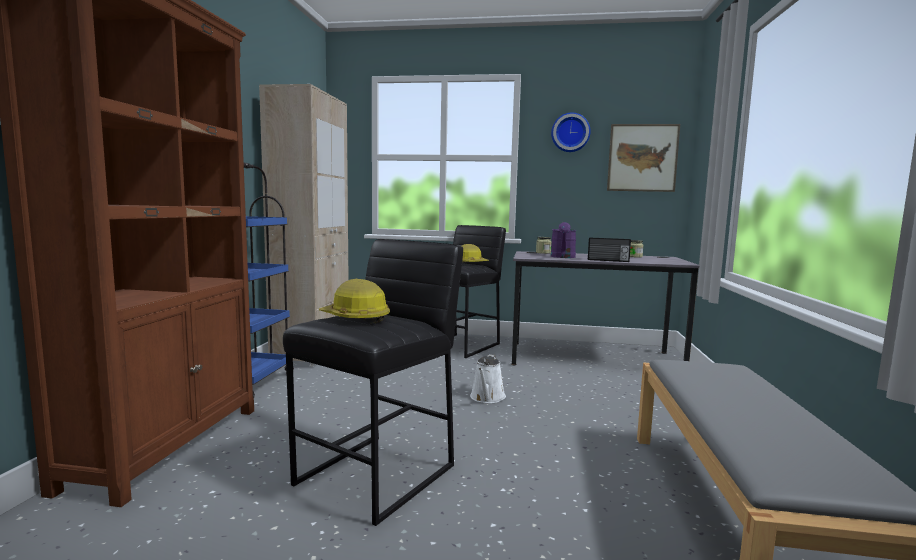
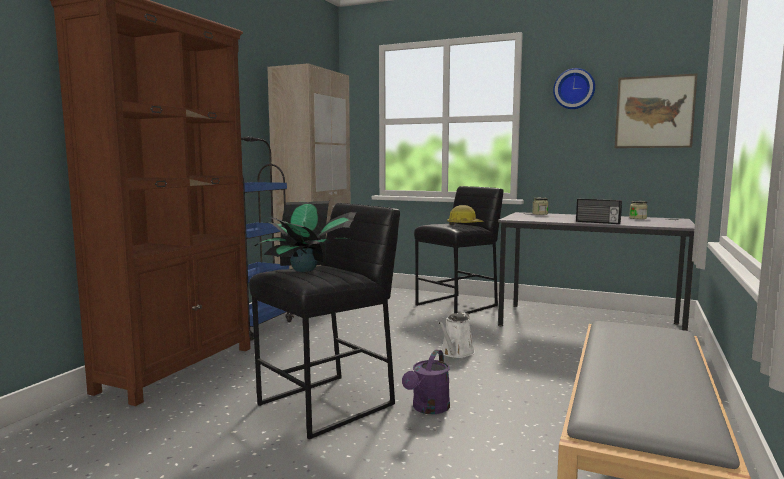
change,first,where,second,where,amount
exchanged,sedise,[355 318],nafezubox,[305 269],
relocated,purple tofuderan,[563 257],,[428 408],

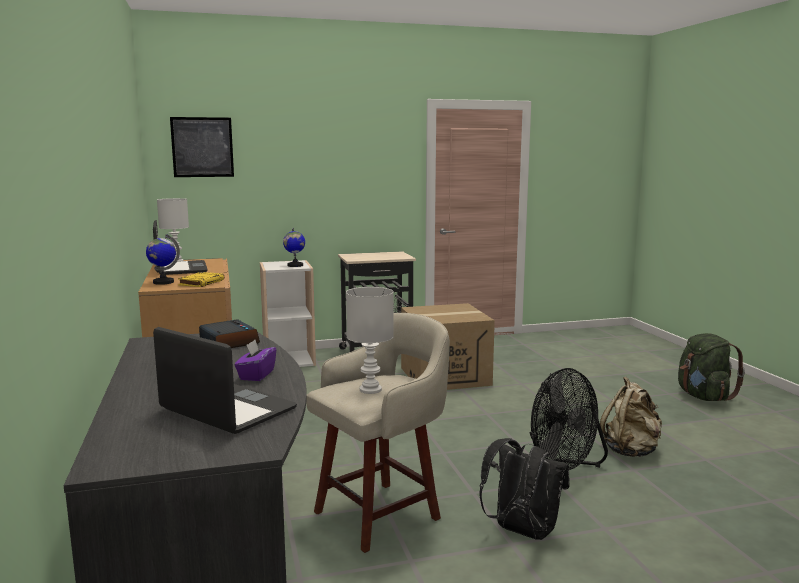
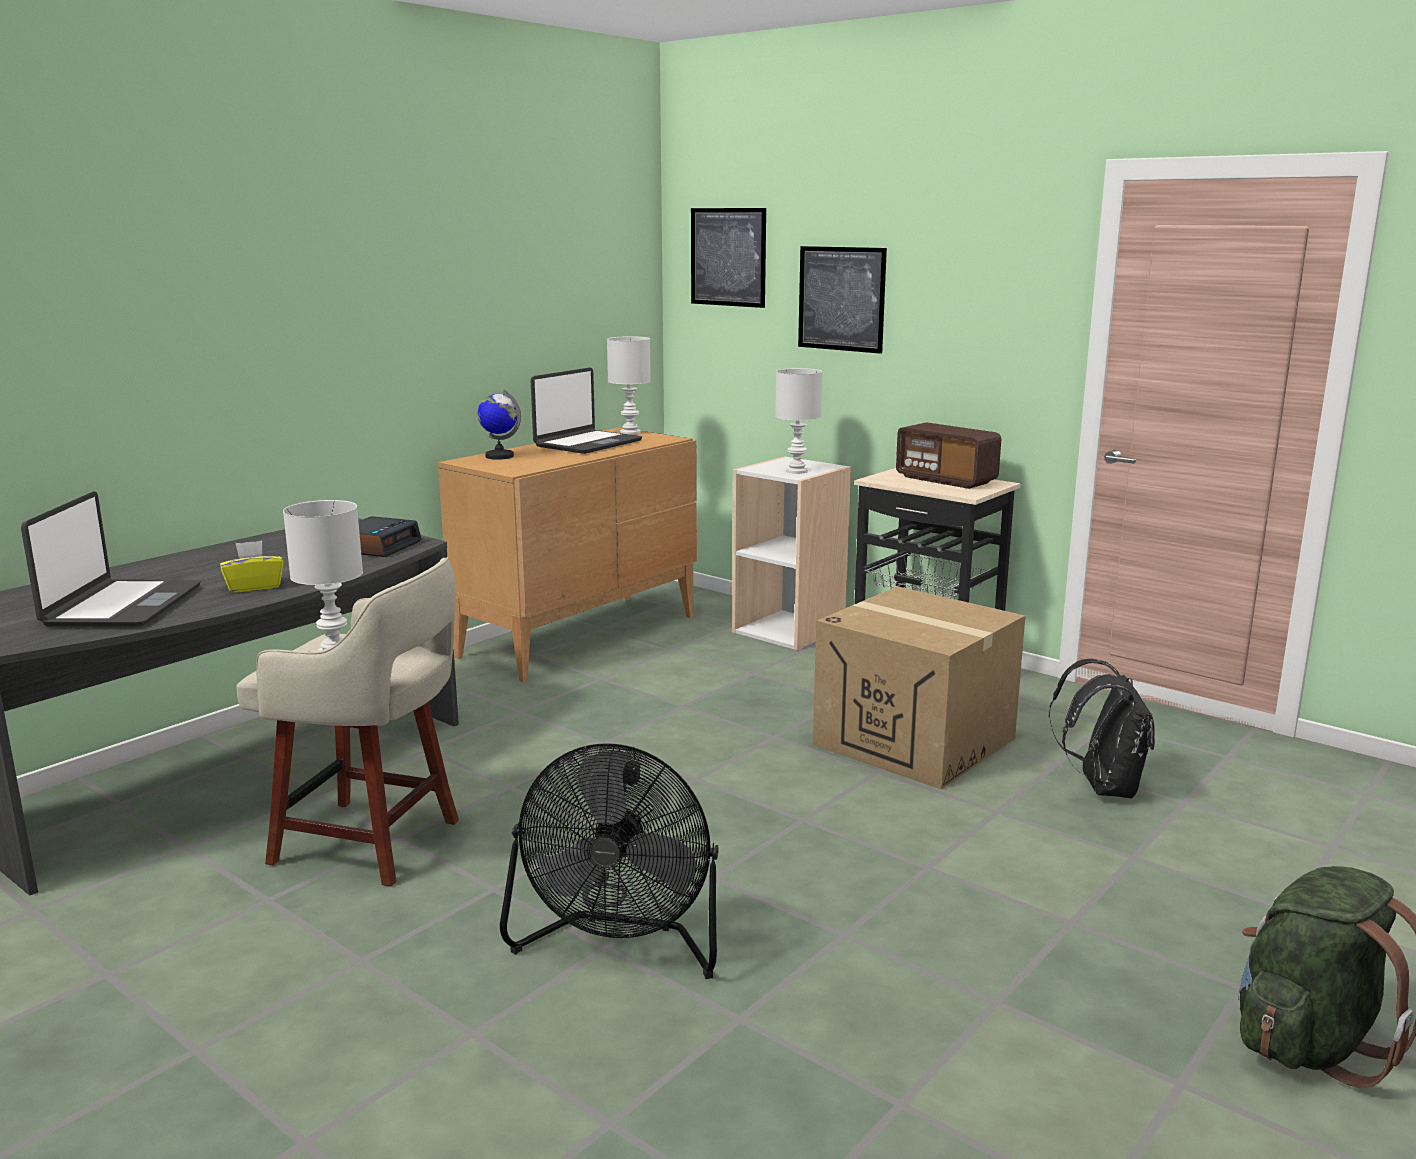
change,first,where,second,where,amount
colour,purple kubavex,[256 375],yellow kubavex,[254 586],
exchanged,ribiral,[295 265],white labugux,[797 471],
appeared,,,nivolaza,[841 299],
appeared,,,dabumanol,[946 480],
relocated,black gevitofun,[521 531],,[1102 787],
missing,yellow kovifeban,[201 282],,,
missing,beige gevitofun,[631 451],,,

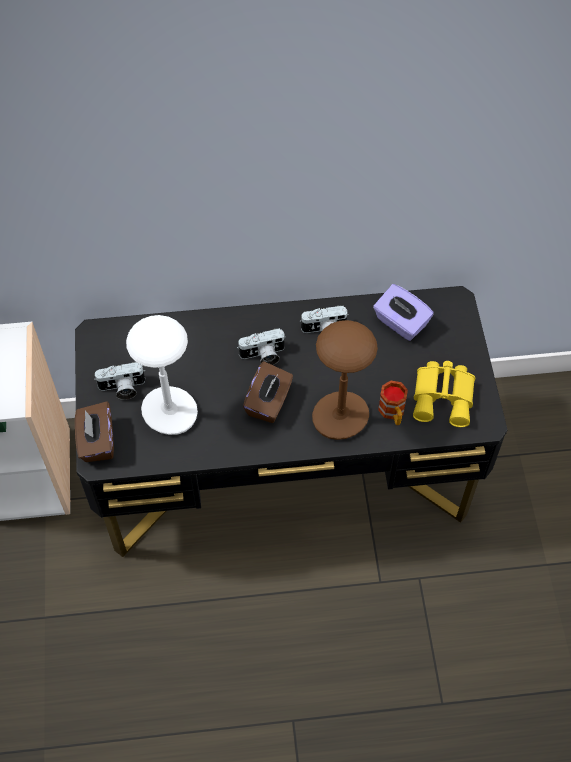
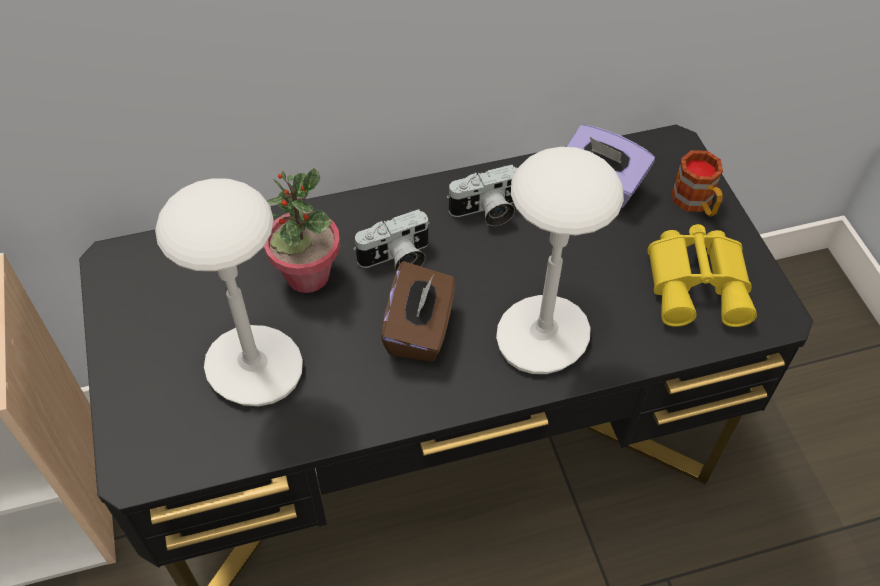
change,first,where,second,where,amount
appeared,,,nafezubox,[307 275],
colour,brown labugux,[340 417],white labugux,[542 338],
relocated,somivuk,[393 413],,[696 203],
missing,brown kubavex,[97 442],,,
missing,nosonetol,[122 388],,,

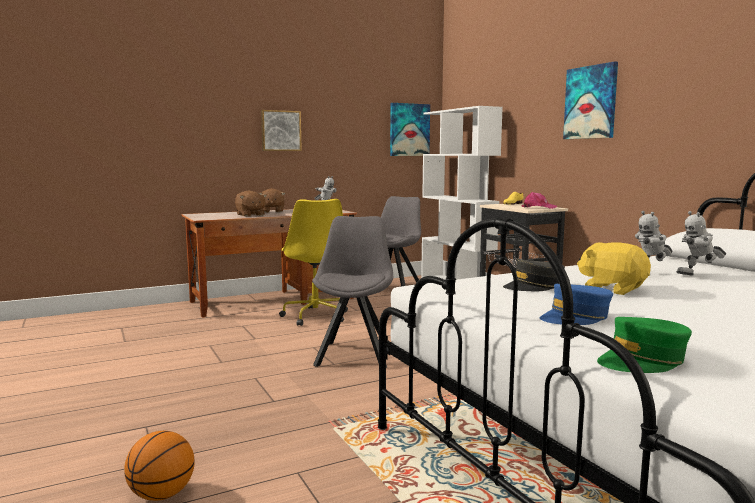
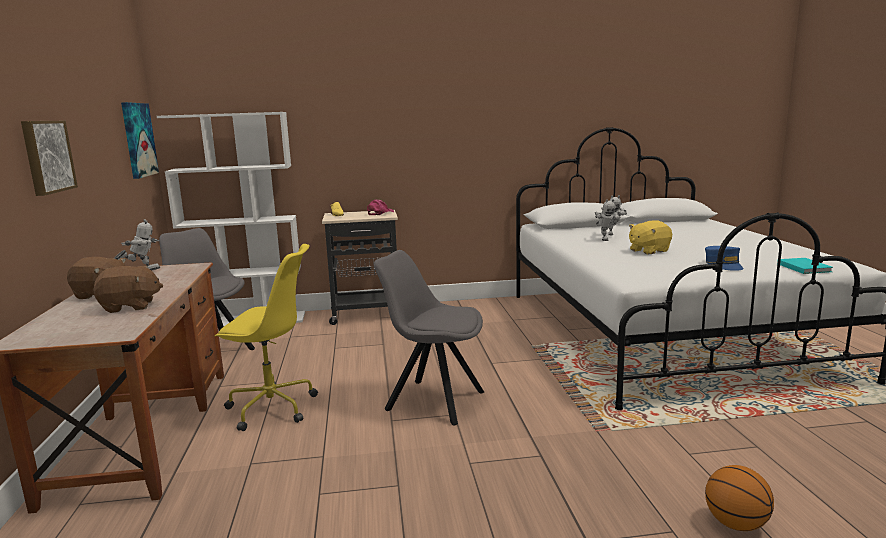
change,first,where,second,where,amount
exchanged,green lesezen,[642 360],turquoise kovifeban,[803 267],
missing,grey lesezen,[534 286],,,
missing,nivolaza,[591 102],,,

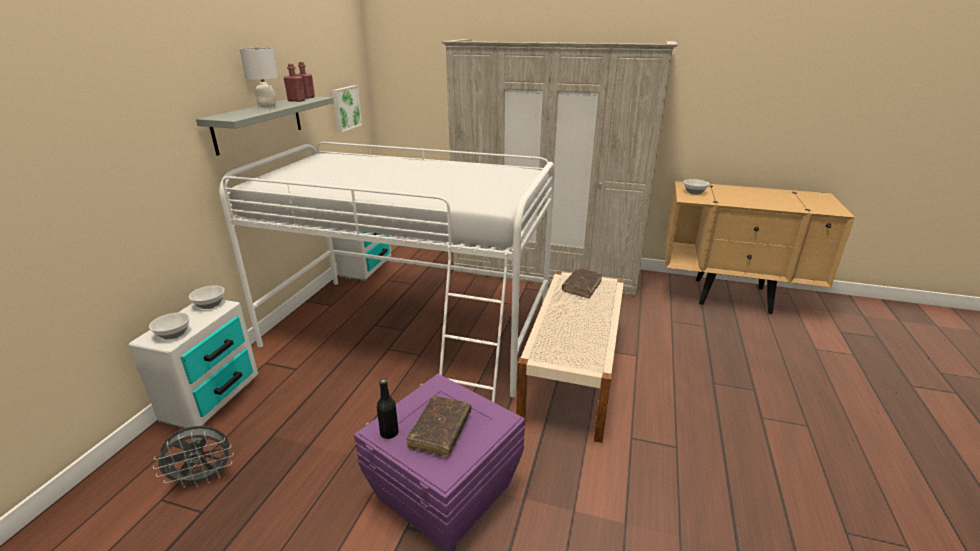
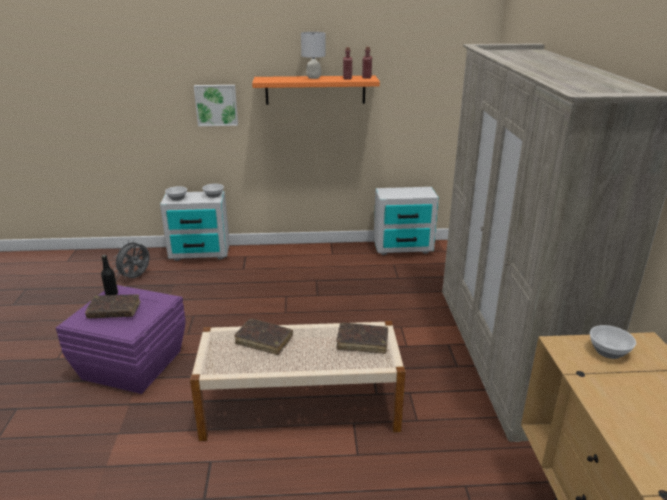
change,first,where,second,where,amount
spun,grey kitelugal,[204 478],,[136 277],75 degrees clockwise
relocated,nivolaza,[345 108],,[216 105],
appeared,,,brown kovifeban,[264 341],
colour,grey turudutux,[259 123],orange turudutux,[315 90],
missing,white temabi,[411 332],,,

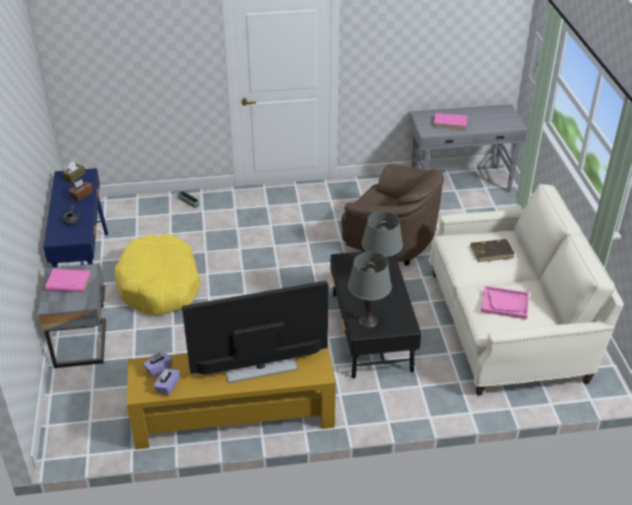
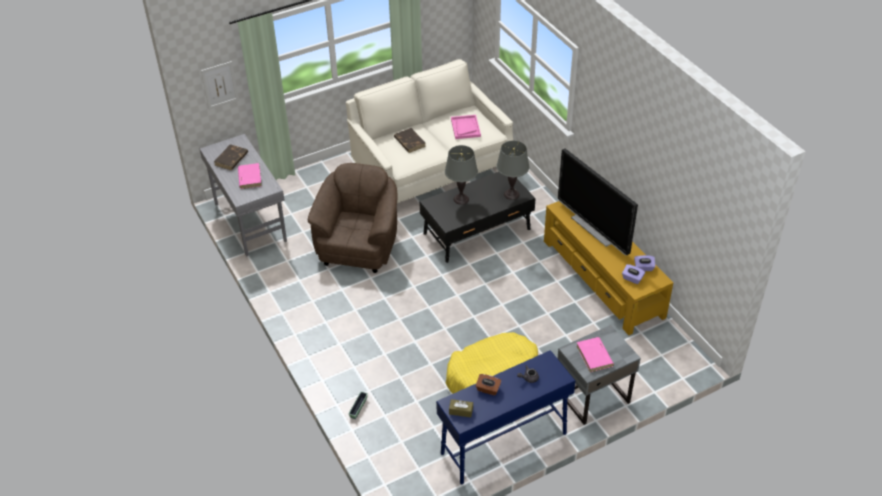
change,first,where,second,where,amount
appeared,,,brown kovifeban,[231 159],

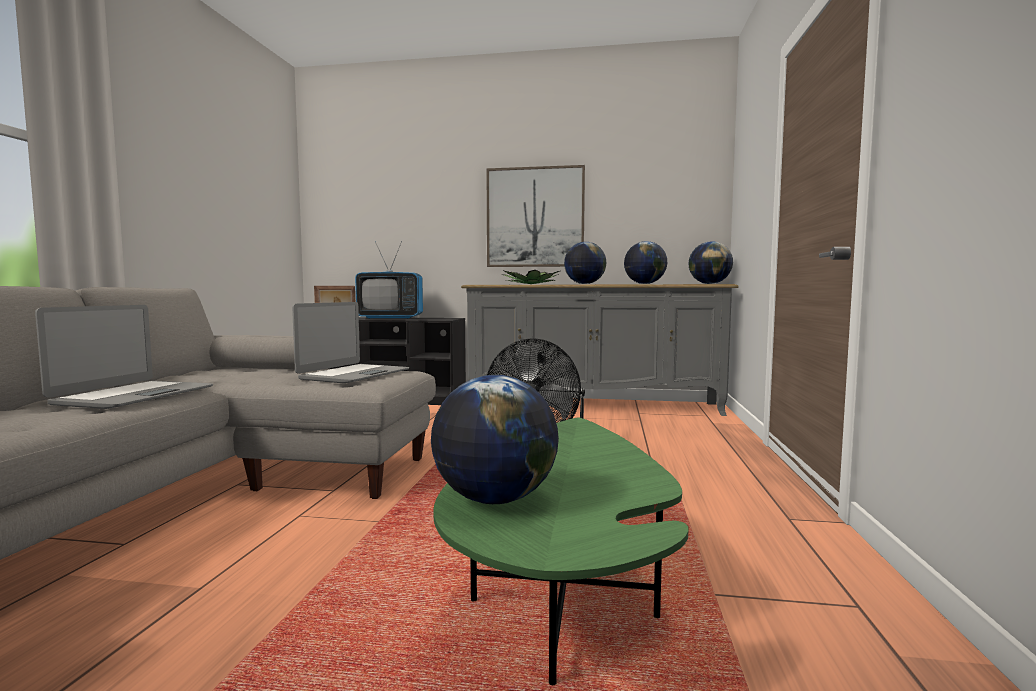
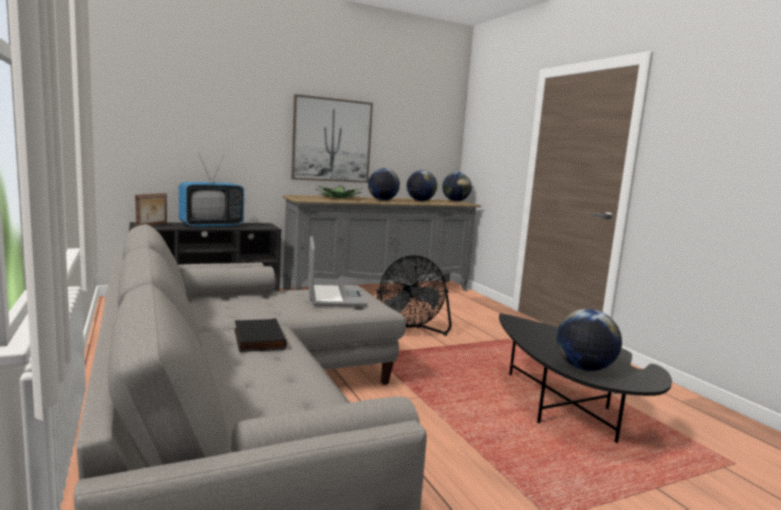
change,first,where,second,where,amount
exchanged,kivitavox,[134 396],black kovifeban,[257 339],
colour,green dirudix,[562 597],black dirudix,[565 411],

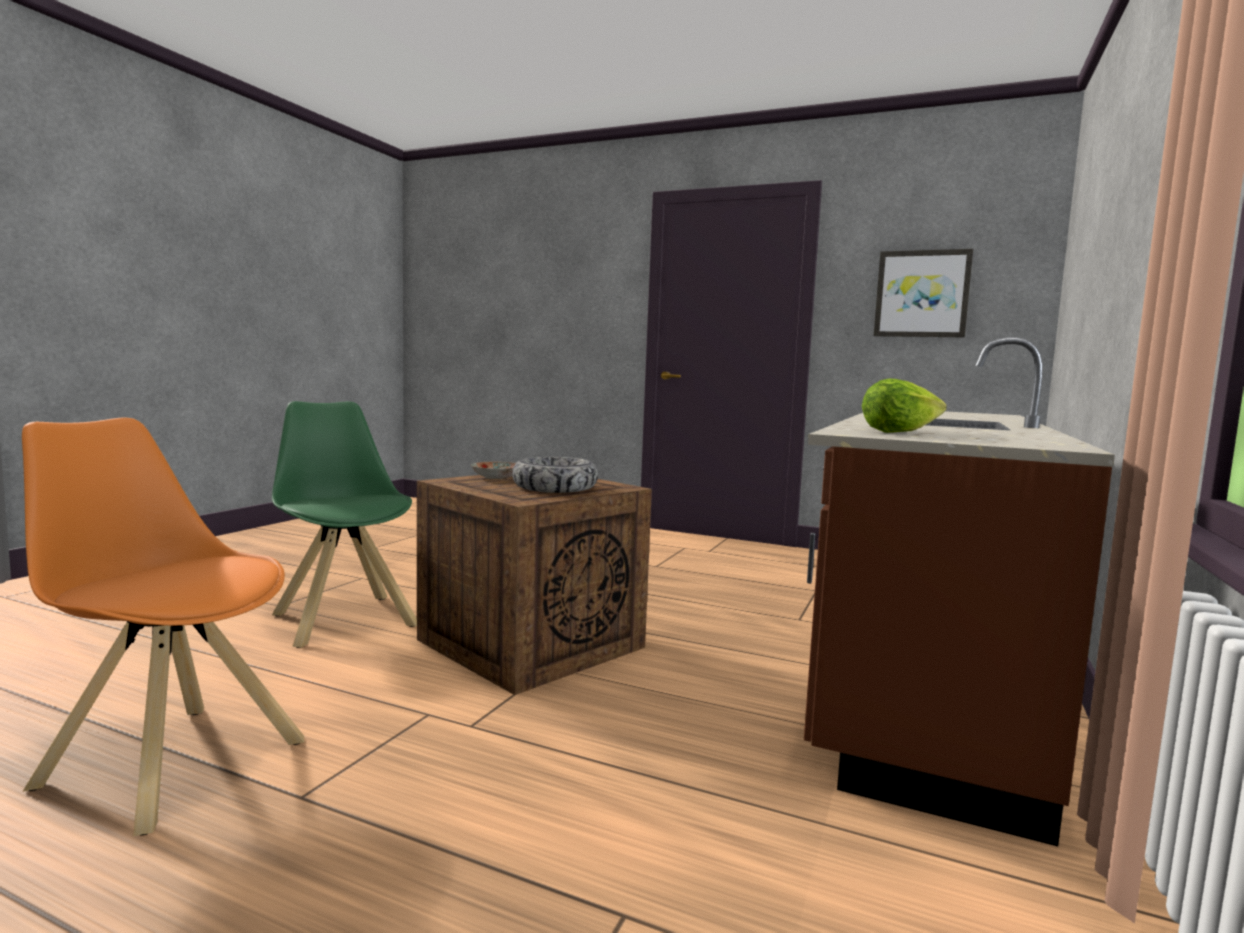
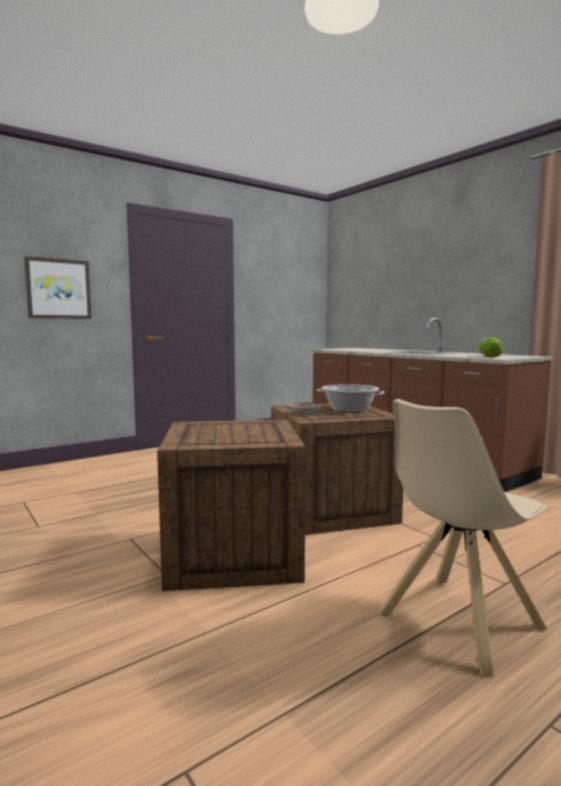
change,first,where,second,where,amount
relocated,nivolaza,[922 294],,[58 289],
exchanged,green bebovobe,[344 618],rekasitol,[231 553],
exchanged,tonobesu,[555 488],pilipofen,[350 410],
colour,orange bebovobe,[169 761],beige bebovobe,[456 621],

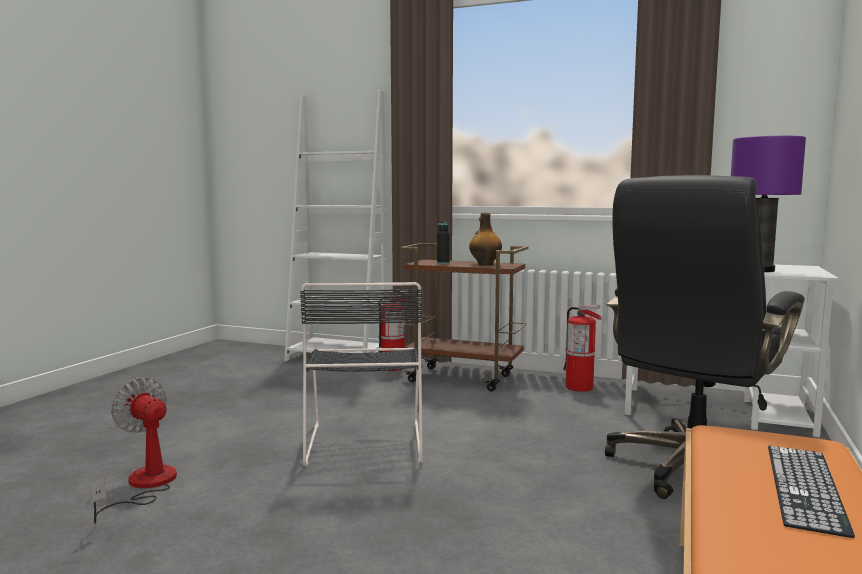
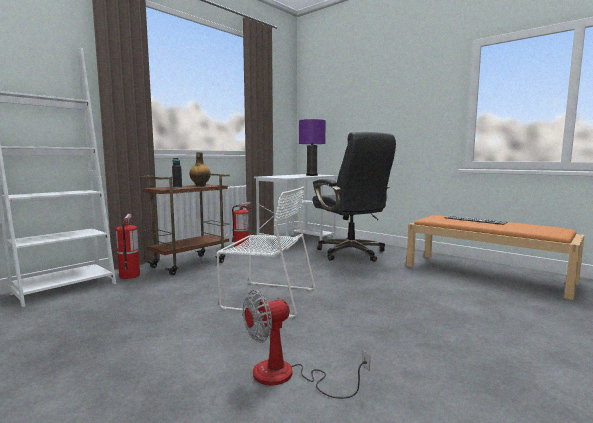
change,first,where,second,where,amount
colour,black bebovobe,[365 440],white bebovobe,[266 298],

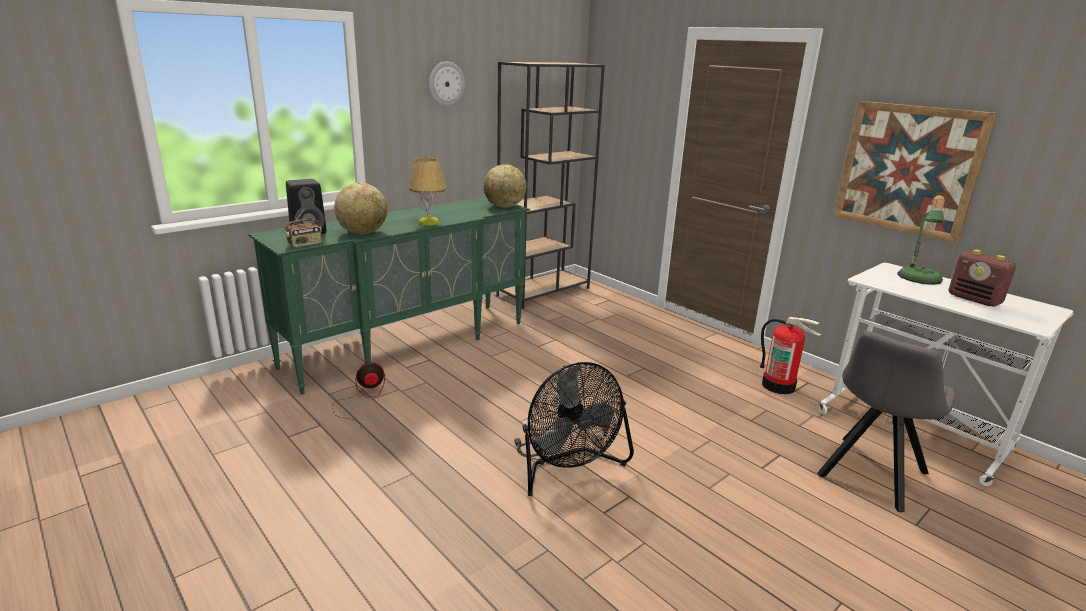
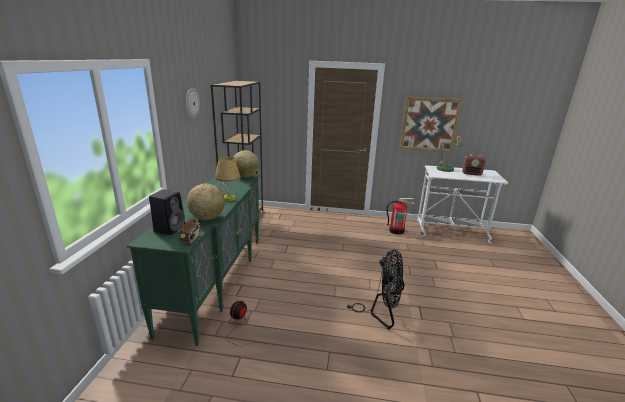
change,first,where,second,where,amount
missing,grey bebovobe,[871 474],,,

